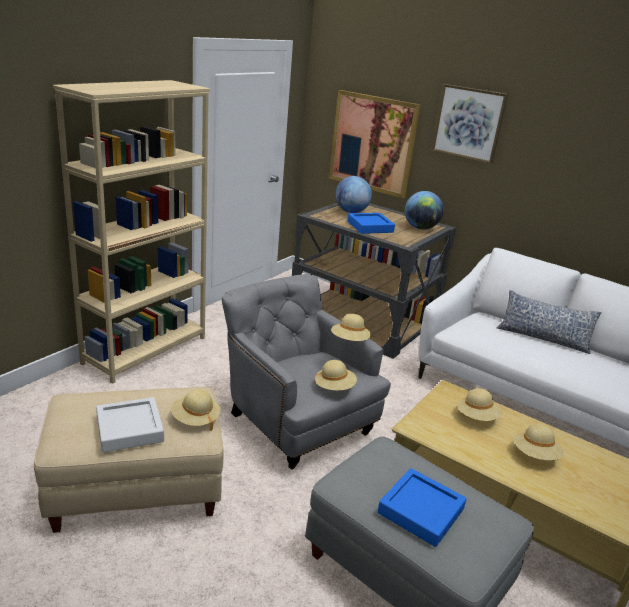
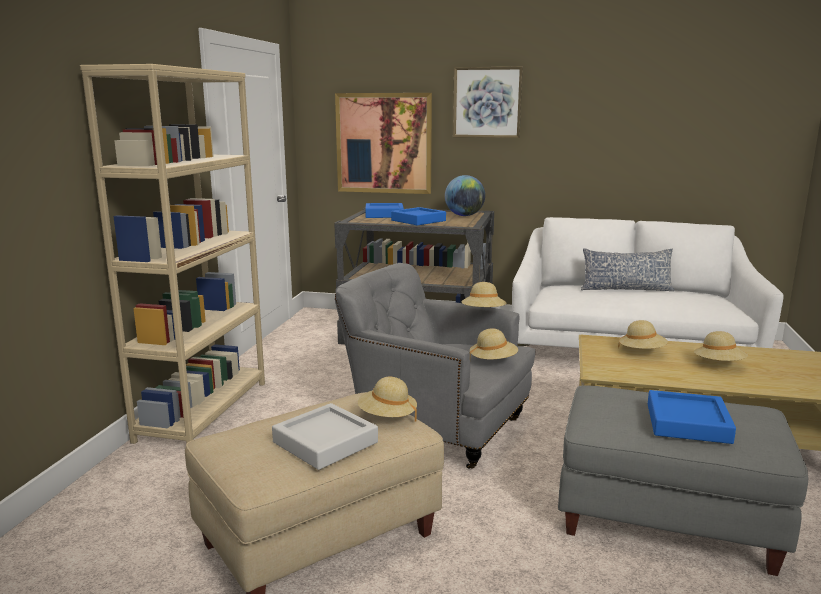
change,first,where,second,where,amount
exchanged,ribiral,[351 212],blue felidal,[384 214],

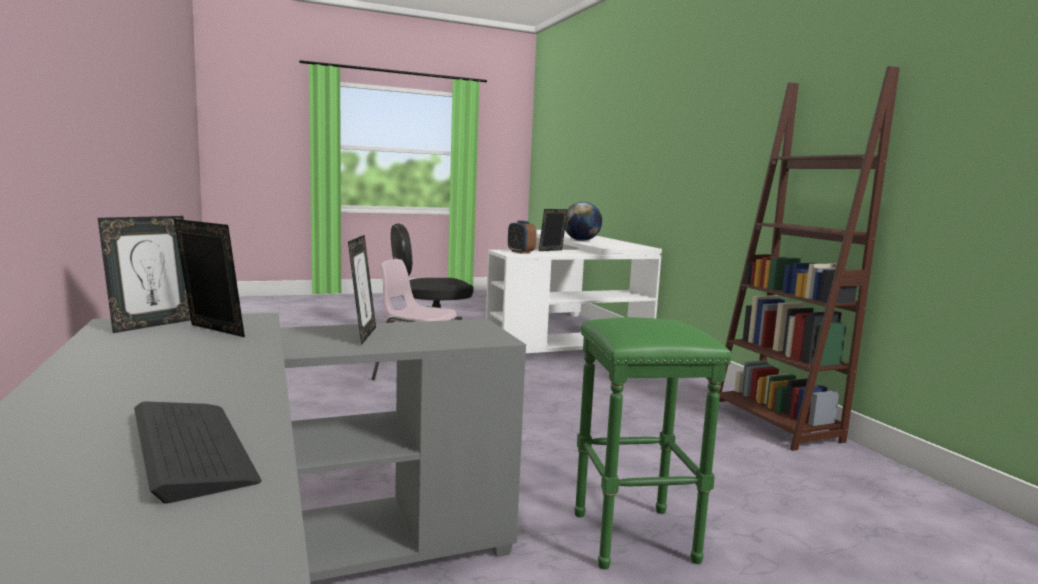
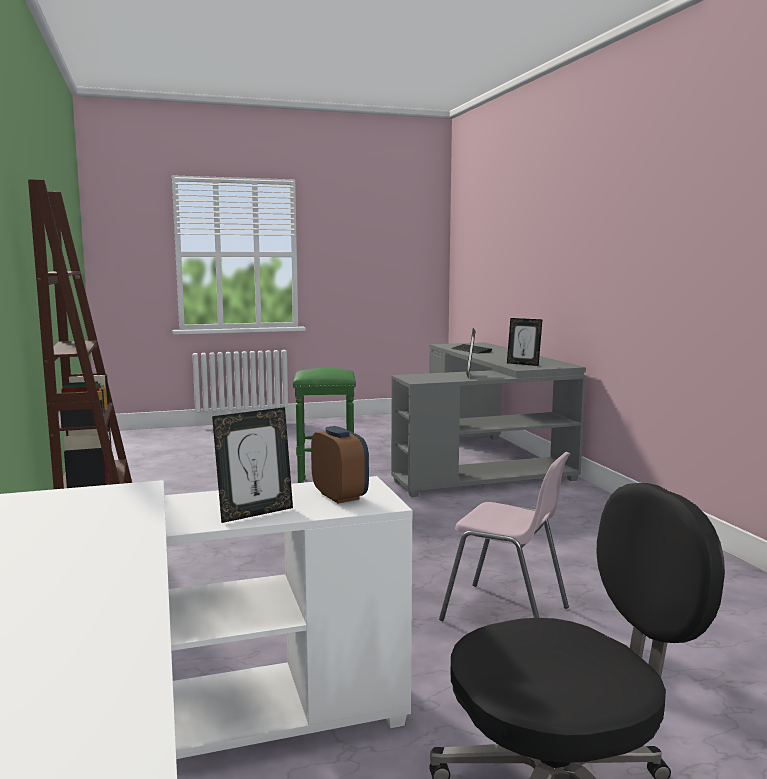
change,first,where,second,where,amount
missing,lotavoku,[152 325],,,
missing,ribiral,[581 240],,,

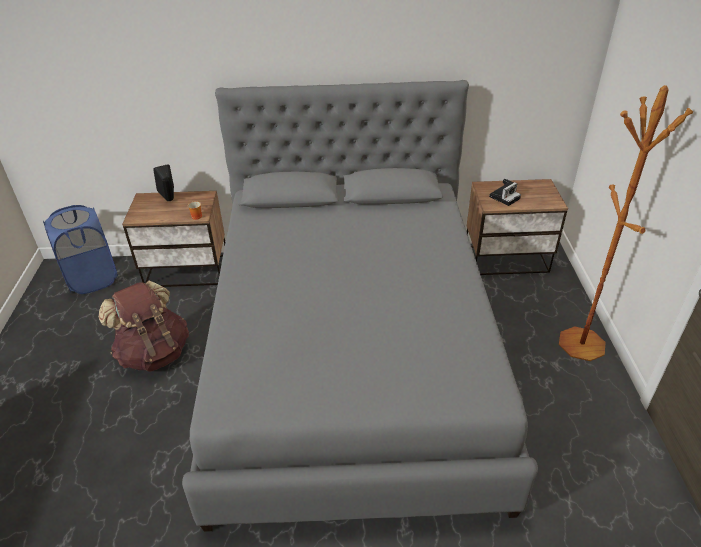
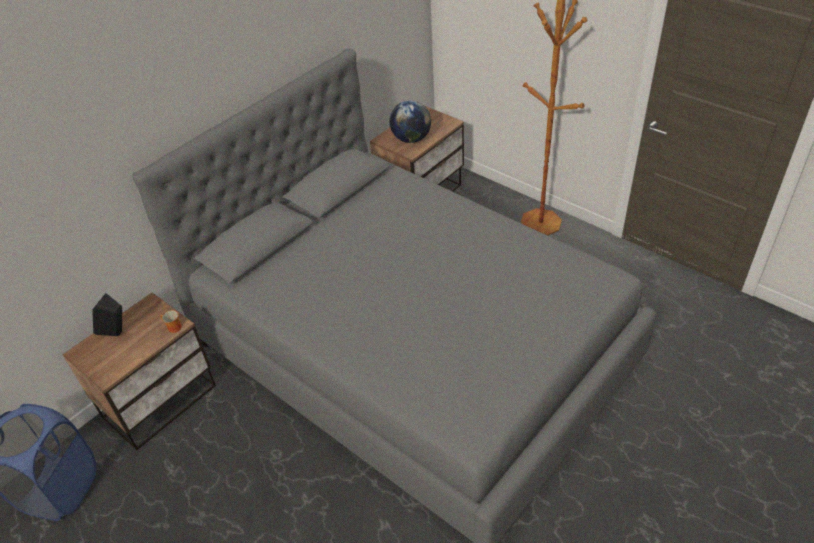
change,first,where,second,where,amount
exchanged,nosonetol,[504 197],ribiral,[411 139],
missing,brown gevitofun,[154 353],,,

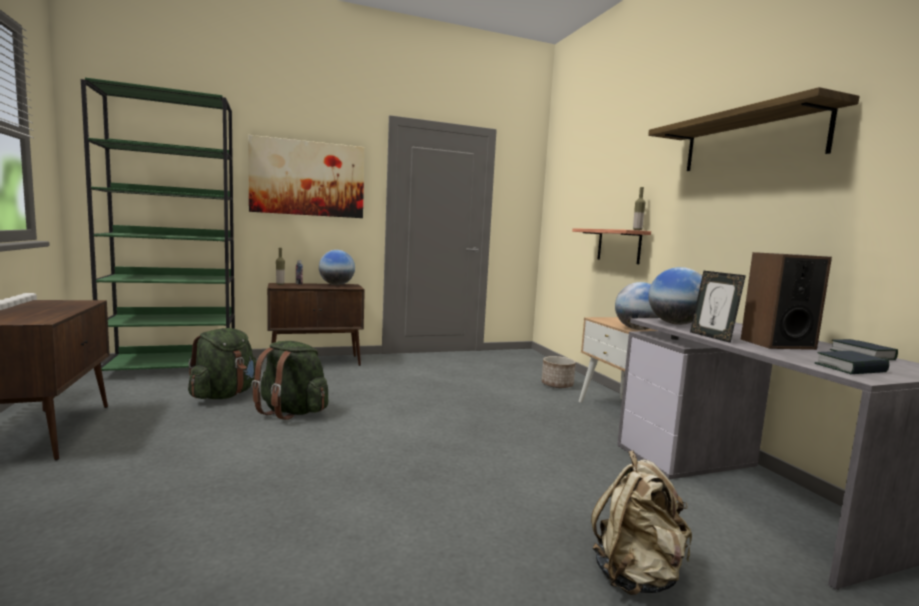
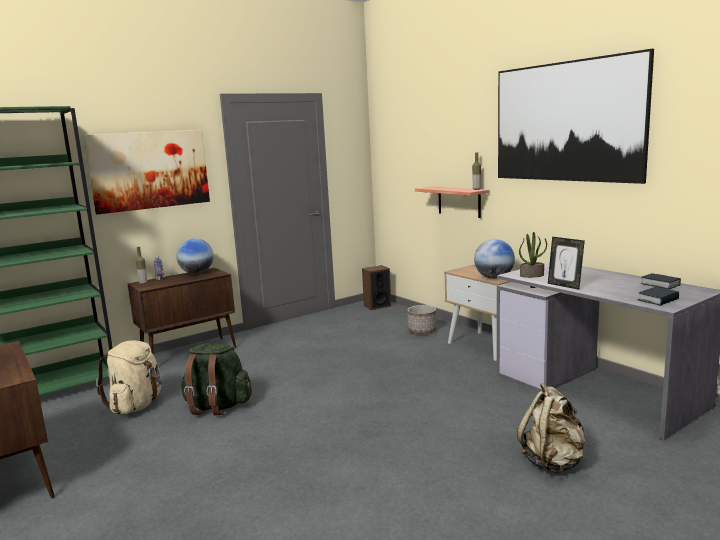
change,first,where,second,where,amount
colour,green gevitofun,[224 395],beige gevitofun,[137 405],
relocated,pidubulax,[777 344],,[377 306],
exchanged,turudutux,[751 141],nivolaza,[566 122],
exchanged,ribiral,[675 324],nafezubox,[532 275],

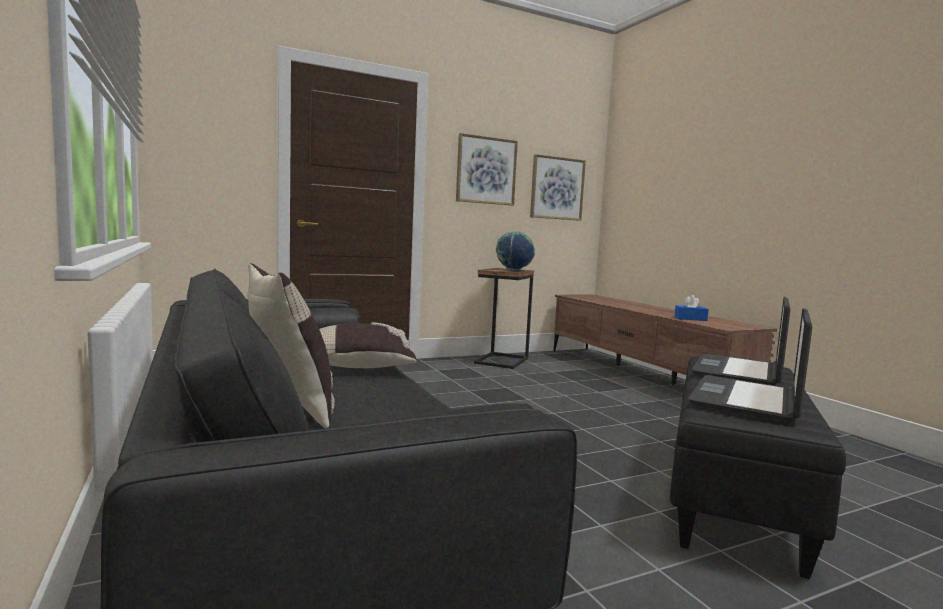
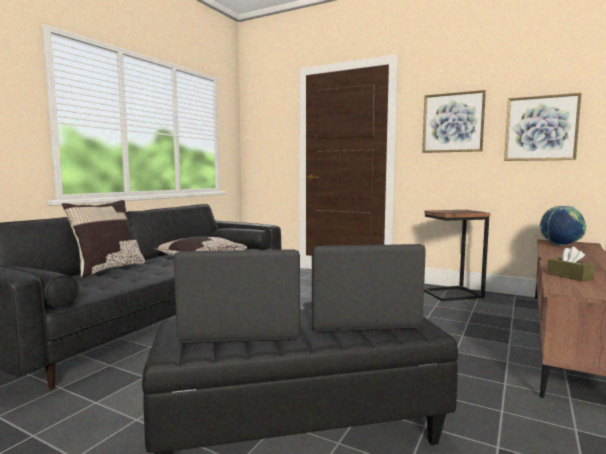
change,first,where,second,where,amount
relocated,ribiral,[513 270],,[561 245],
colour,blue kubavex,[690 319],brown kubavex,[569 276],

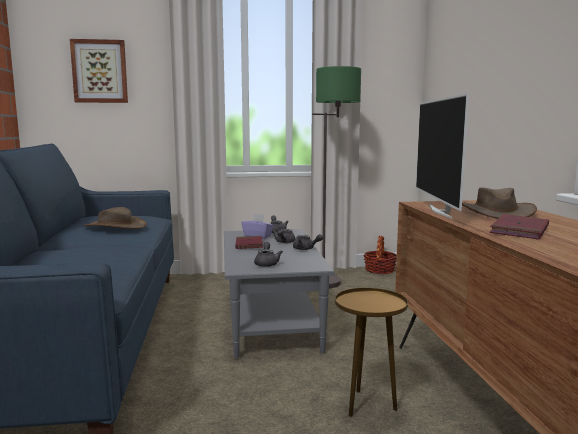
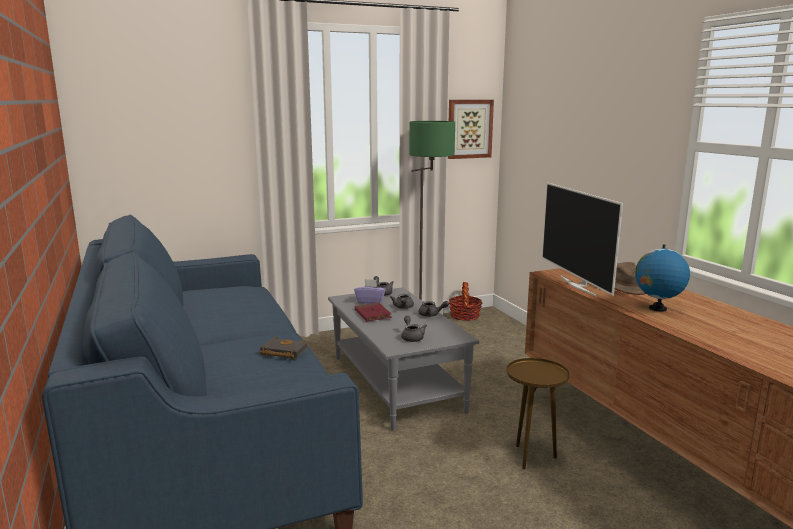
change,first,where,second,where,amount
appeared,,,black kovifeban,[282 352],
relocated,nivolaza,[100 71],,[469 129],
exchanged,red kovifeban,[519 230],ribiral,[657 309],
missing,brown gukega,[115 226],,,

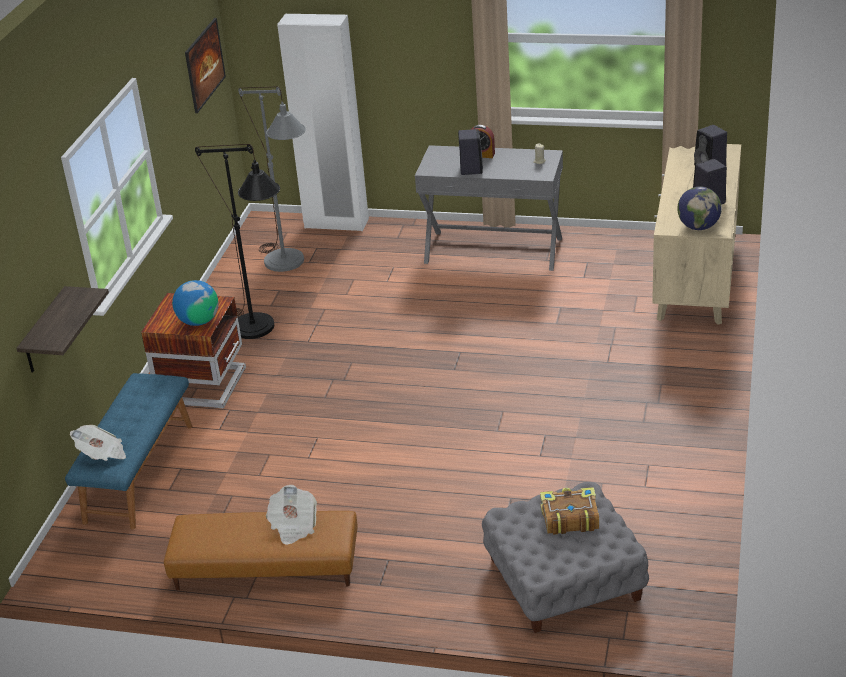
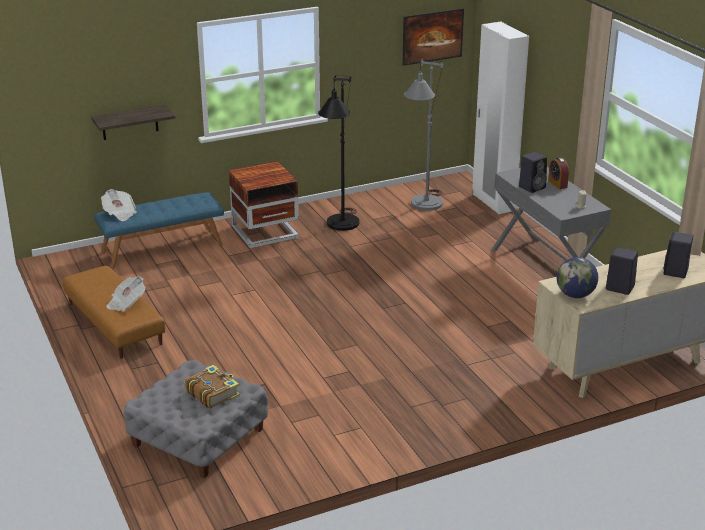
change,first,where,second,where,amount
missing,ribiral,[198 321],,,

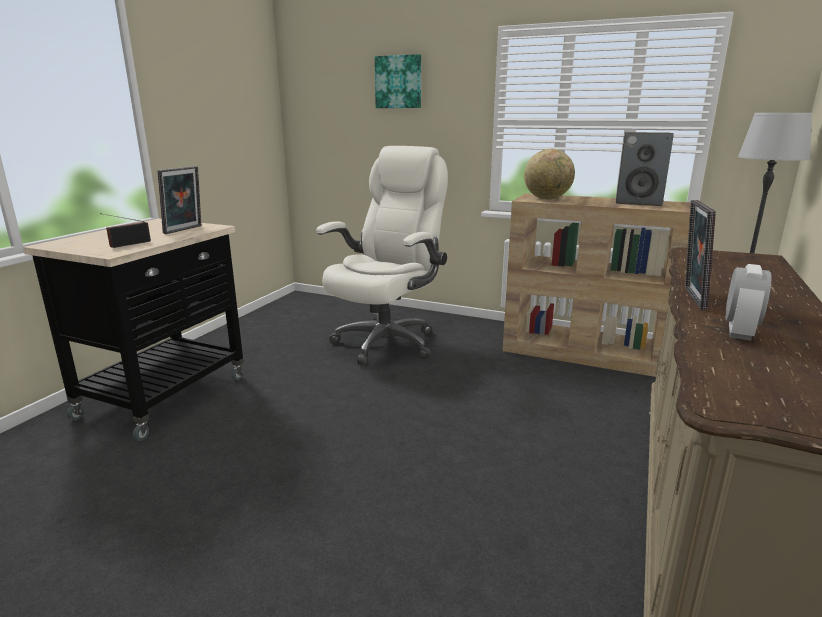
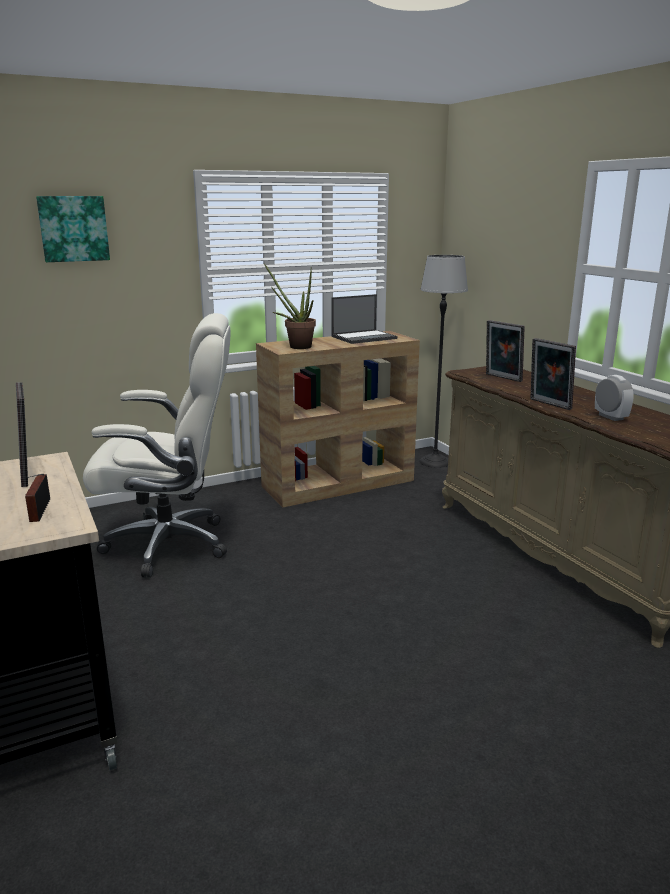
change,first,where,second,where,amount
spun,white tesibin,[386 343],,[170 545],105 degrees clockwise
exchanged,ribiral,[547 199],nafezubox,[296 346],
exchanged,pidubulax,[639 202],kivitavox,[364 337],
appeared,,,lotavoku,[502 378],

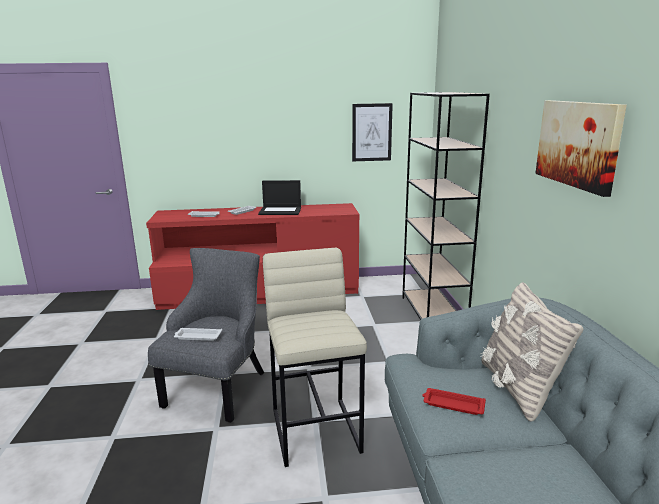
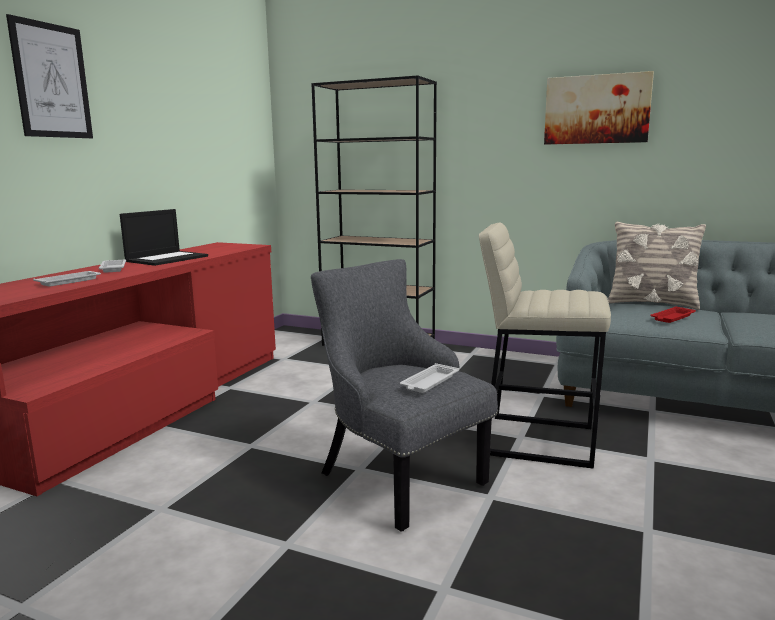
change,first,where,second,where,amount
relocated,nivolaza,[372 132],,[52 81],

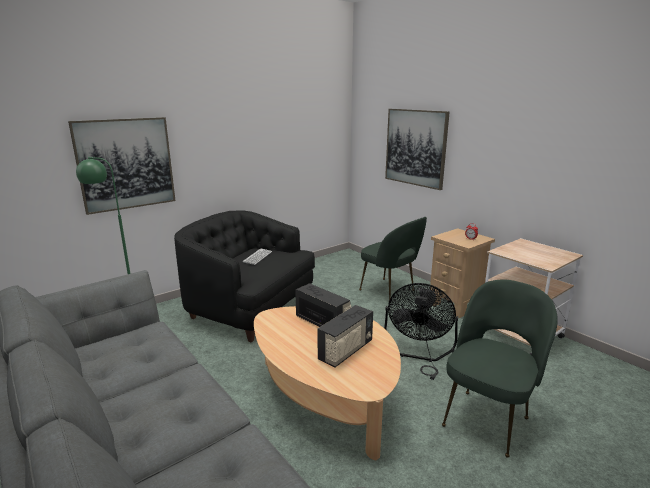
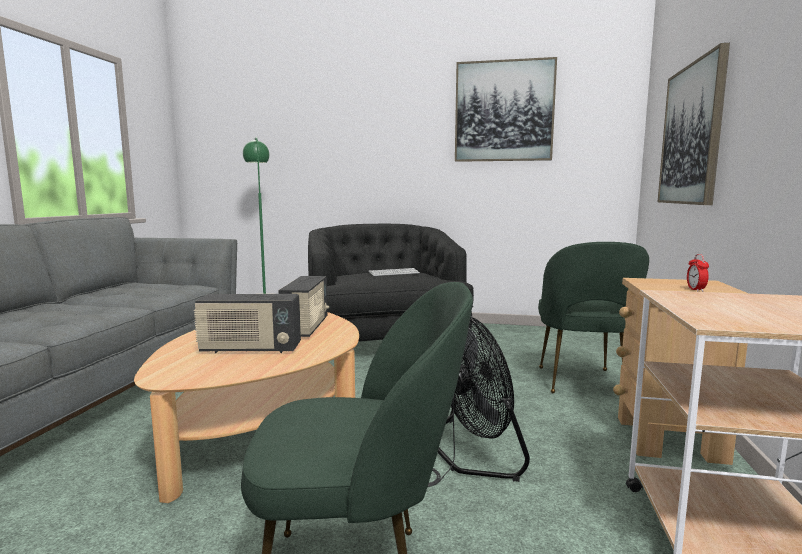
change,first,where,second,where,amount
relocated,nivolaza,[125 164],,[504 111],

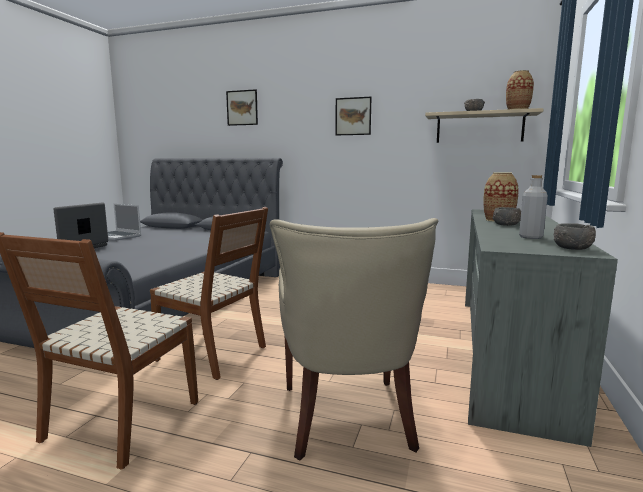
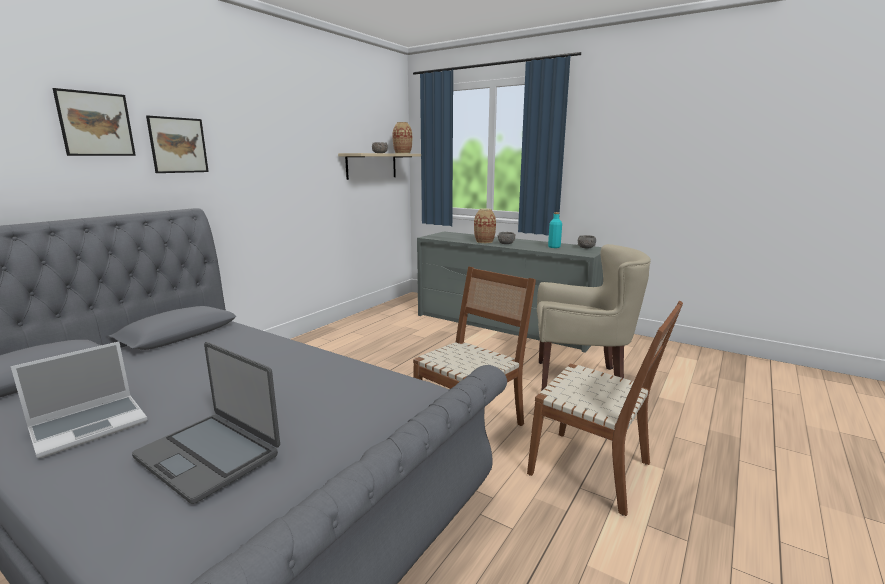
change,first,where,second,where,amount
relocated,nivolaza,[353 116],,[178 145],
colour,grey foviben,[530 237],turquoise foviben,[554 247],

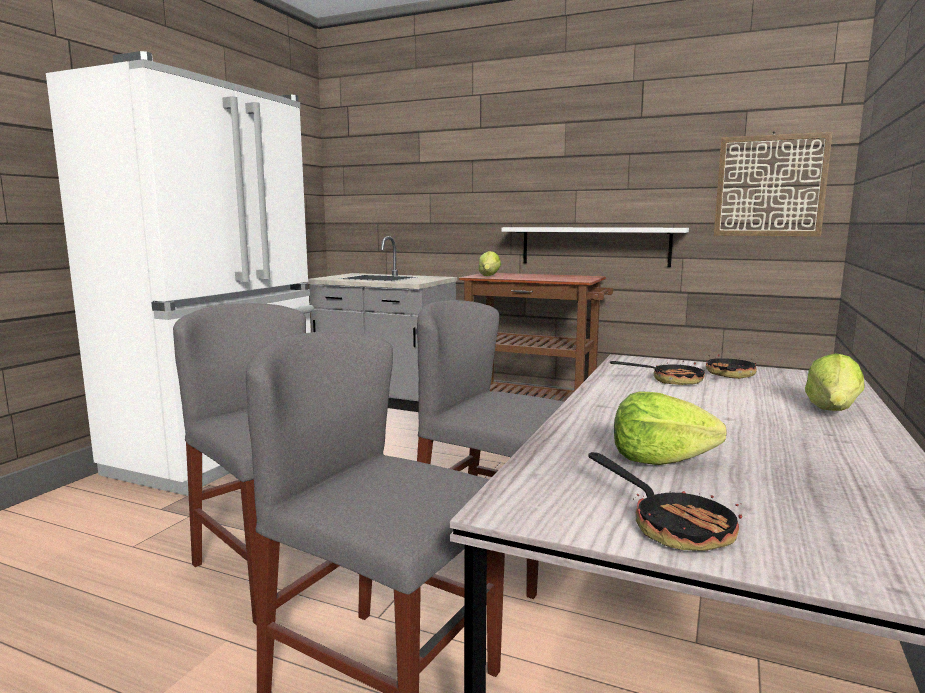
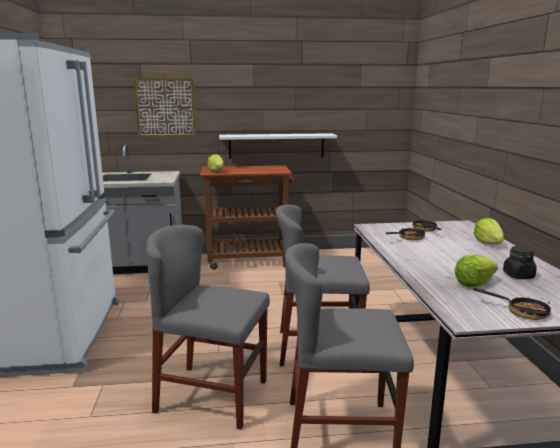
change,first,where,second,where,amount
relocated,nivolaza,[770 184],,[165 106],
appeared,,,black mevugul,[518 275],

